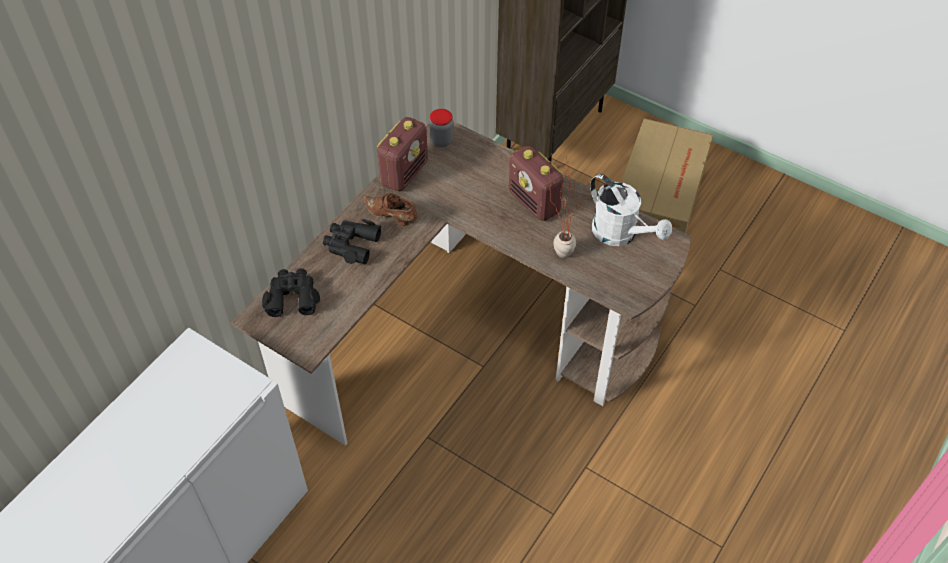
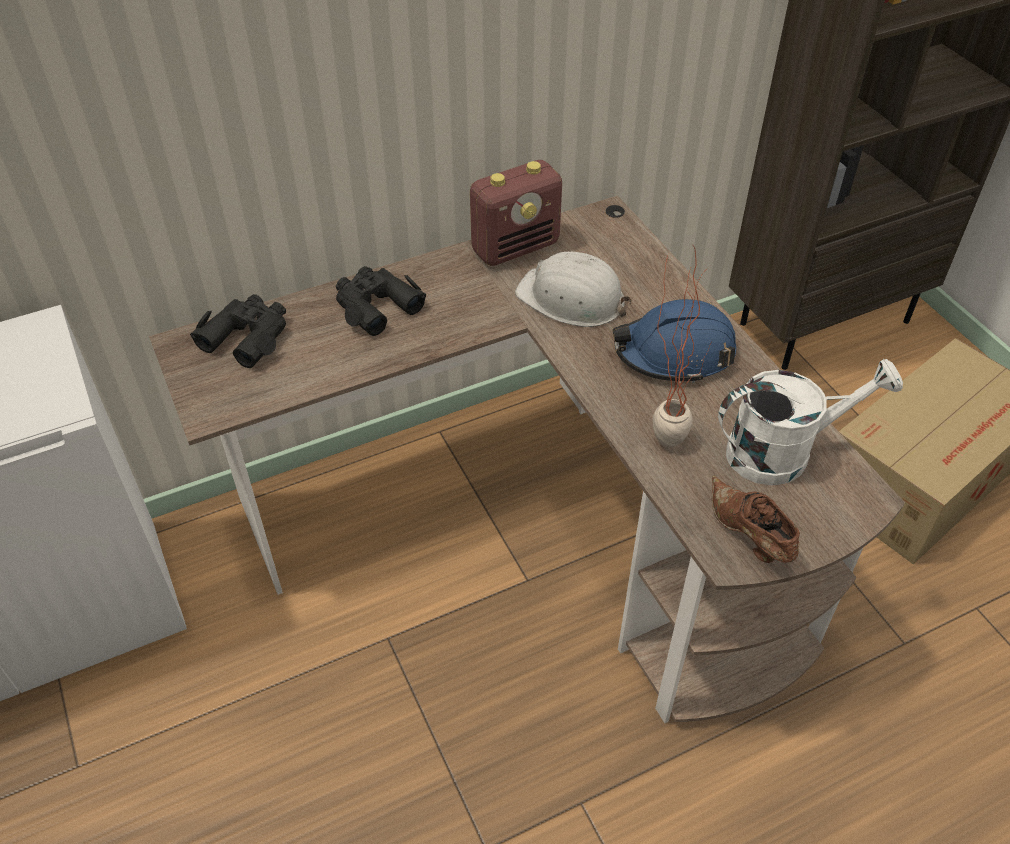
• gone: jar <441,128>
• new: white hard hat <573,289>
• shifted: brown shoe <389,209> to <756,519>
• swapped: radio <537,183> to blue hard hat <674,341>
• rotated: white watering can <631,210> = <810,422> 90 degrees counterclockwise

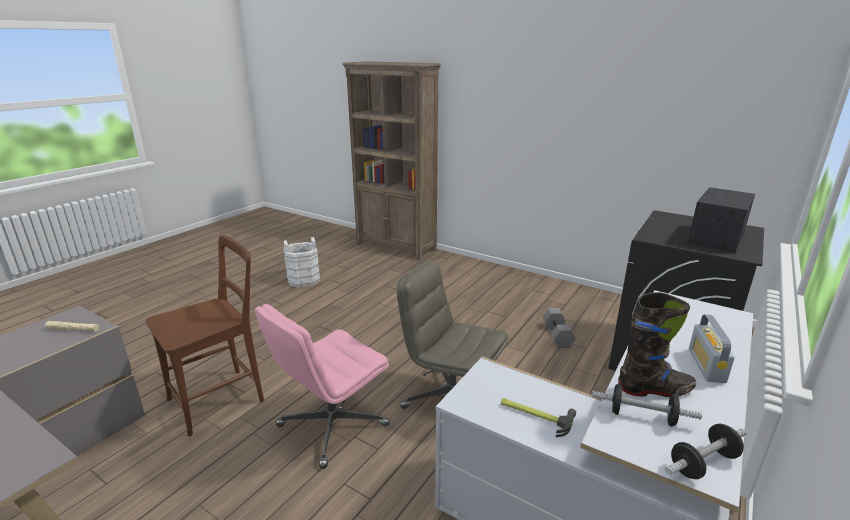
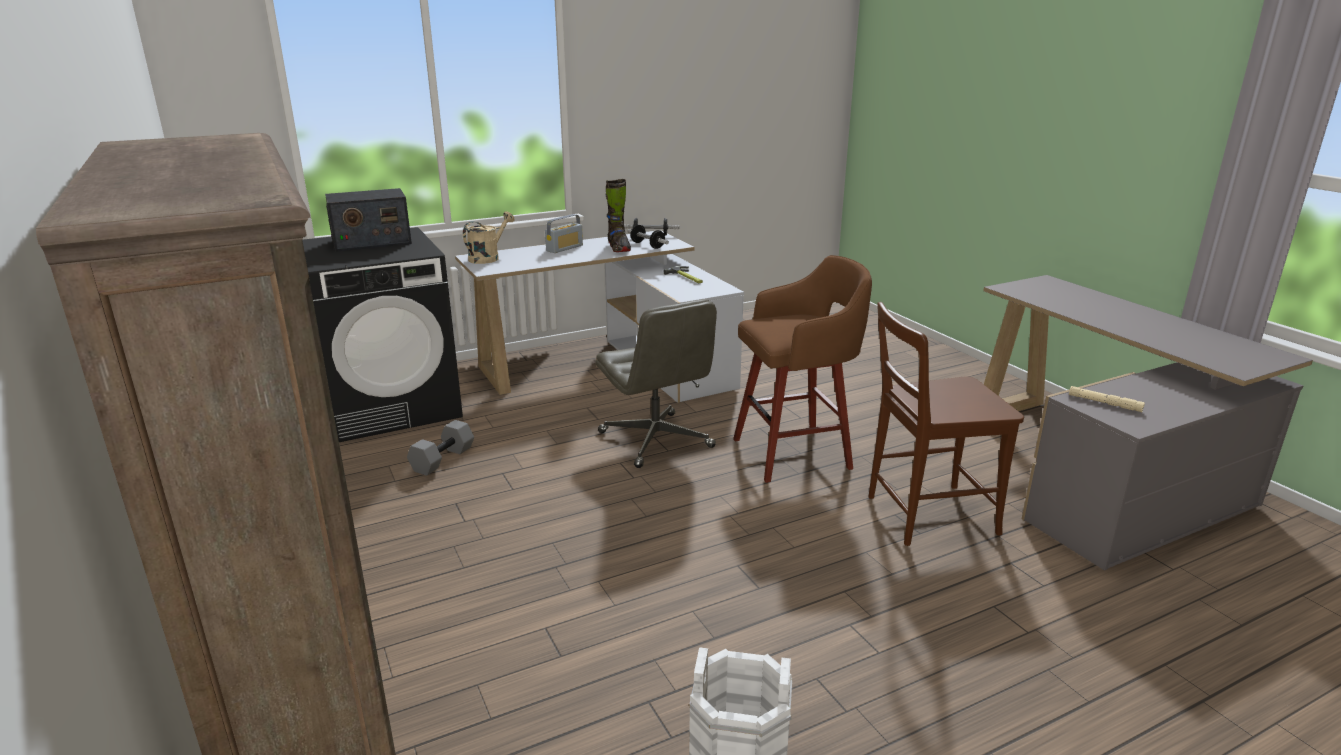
• new: beige watering can <488,237>
• swapped: pink office chair <322,386> to brown stool <802,369>
• rotated: black boot <657,344> = <618,215> 135 degrees counterclockwise

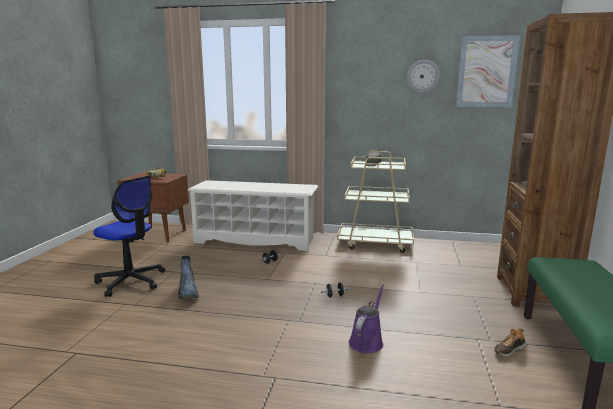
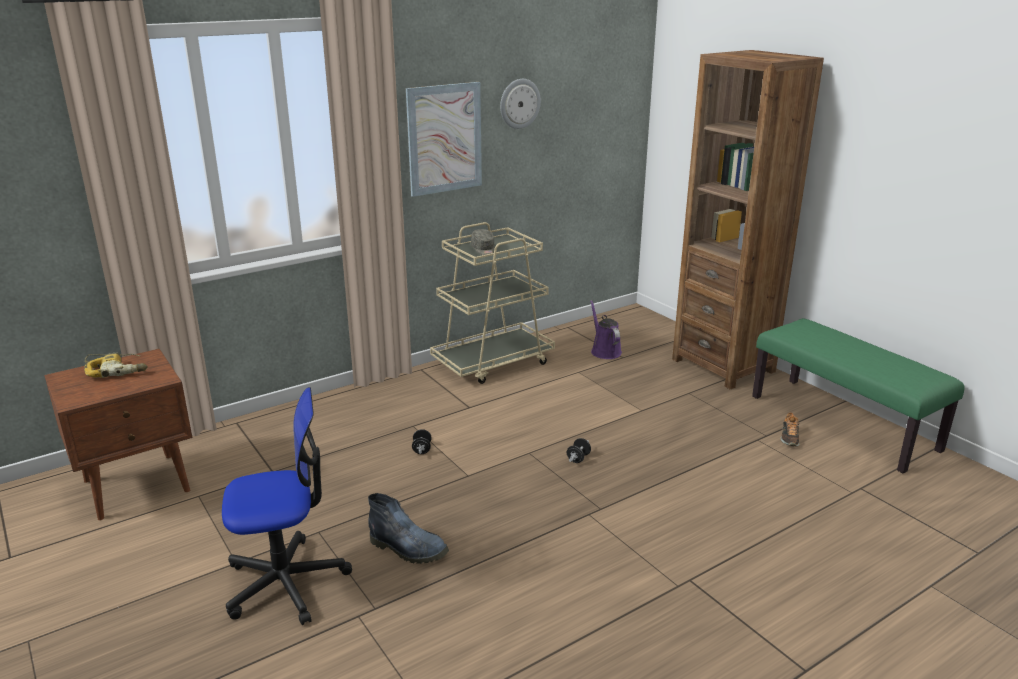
• gone: white shoe rack <253,215>
• shifted: purple watering can <366,318> to <606,329>
• shifted: picture <488,71> to <444,139>

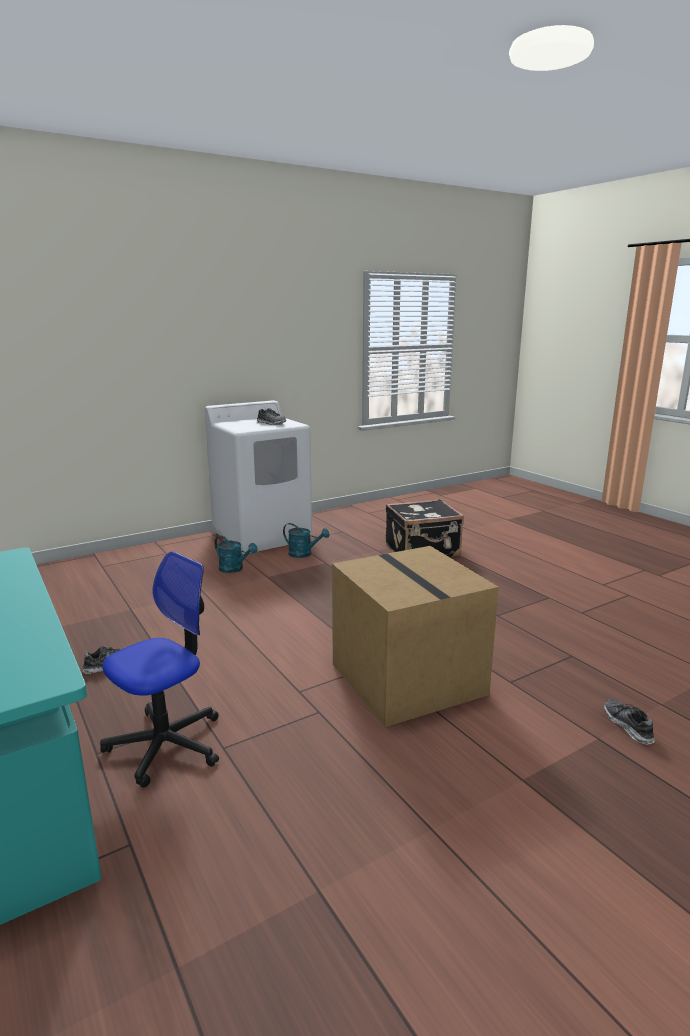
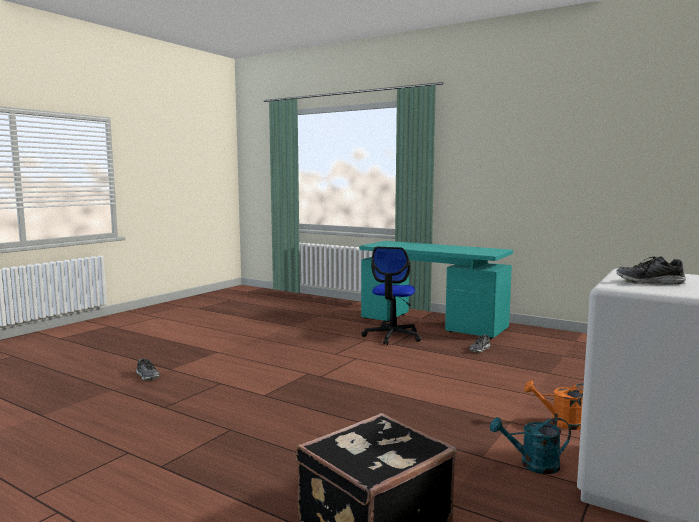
• gone: cardboard box <415,636>
• repainted: turquoise watering can <236,554> to orange watering can <554,405>

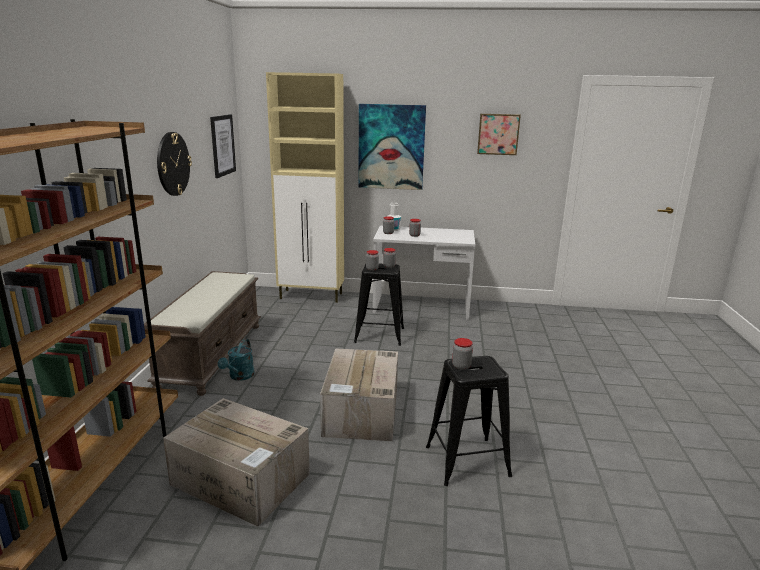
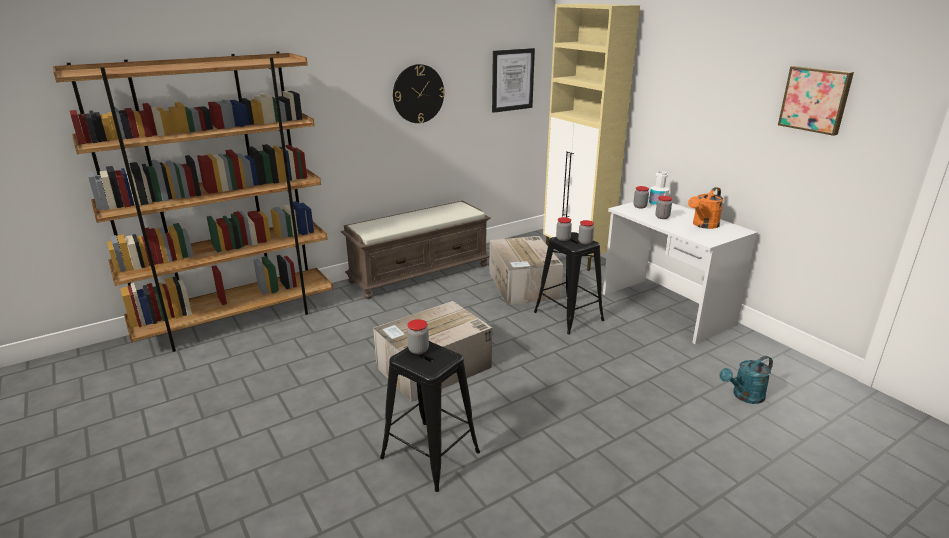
• gone: picture <392,147>
• new: orange watering can <706,208>
• shifted: cardboard box <236,462> to <526,270>
• shifted: turquoise watering can <236,360> to <746,380>

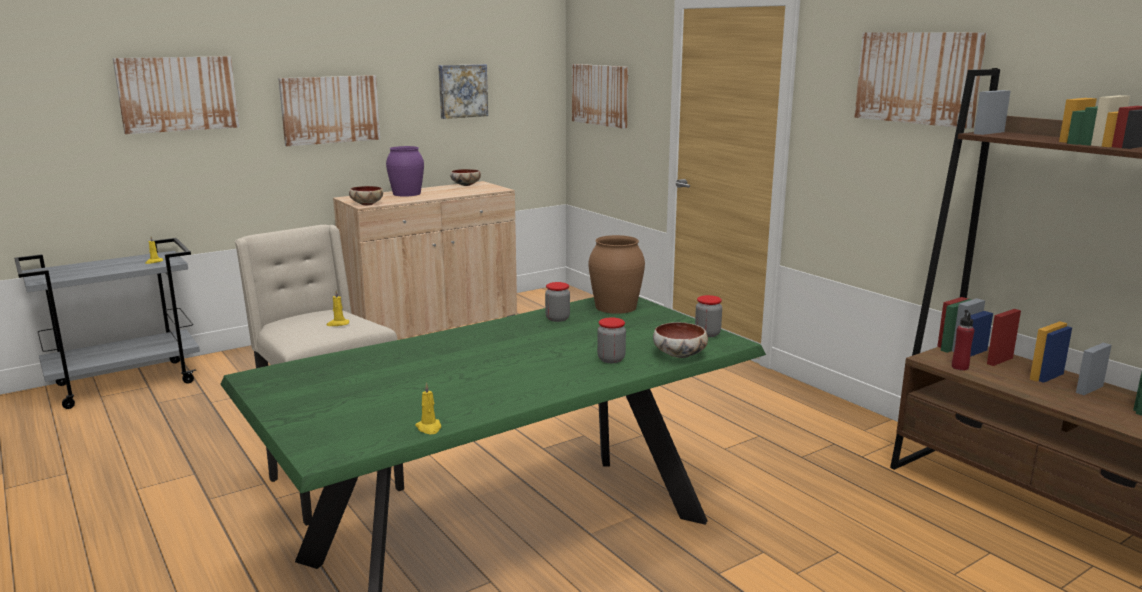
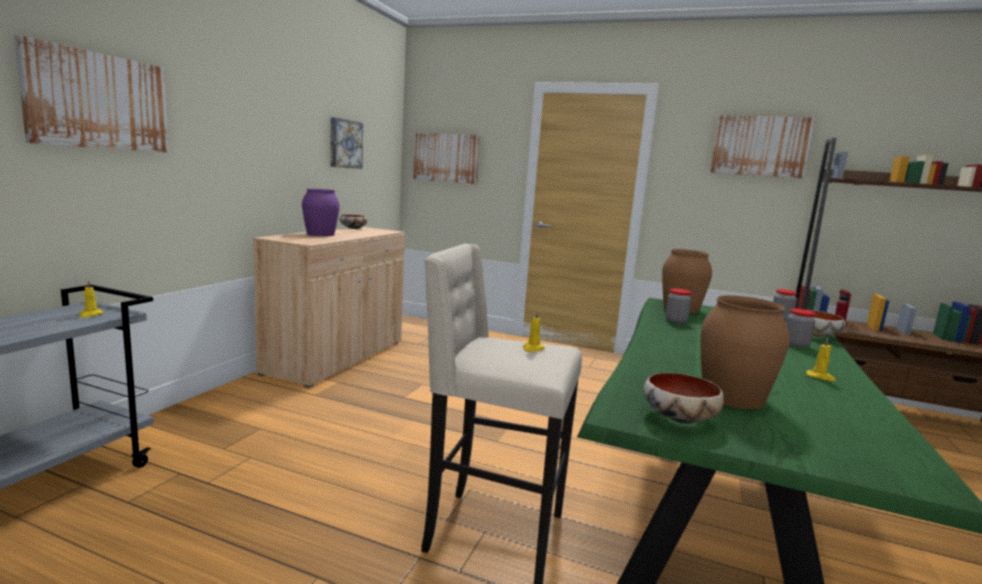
• gone: picture <329,110>
• new: brown vase <745,352>
• shifted: bowl <366,195> to <683,398>
• shifted: yellow candle <428,408> to <821,359>

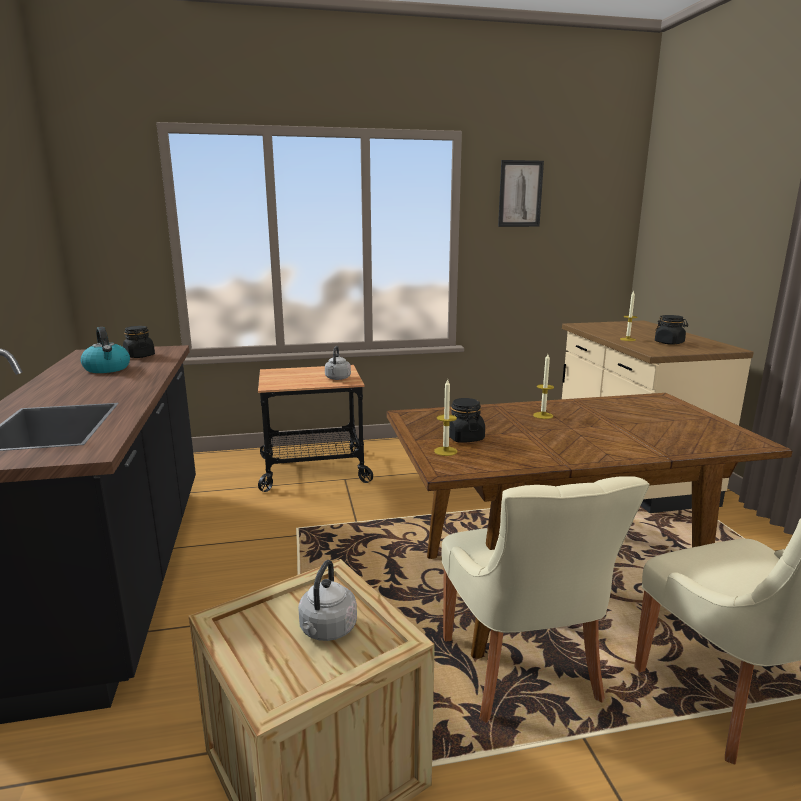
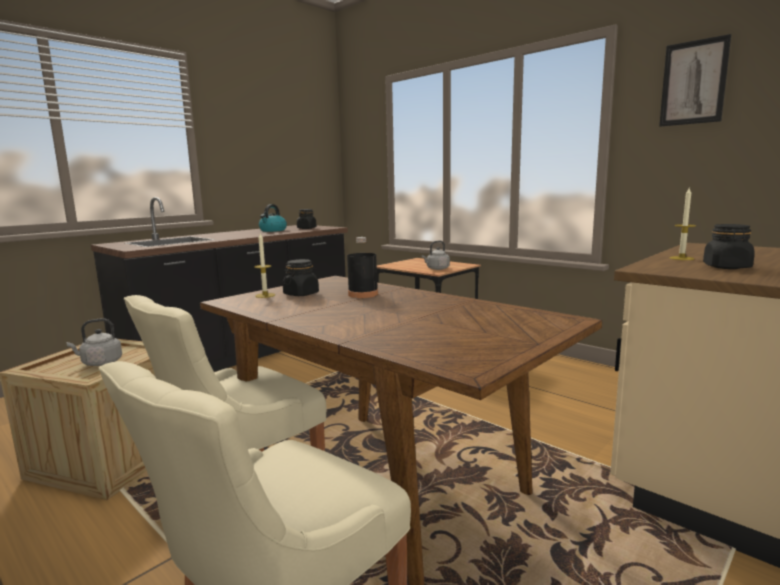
• gone: candle <543,386>
• new: black bottle <362,267>

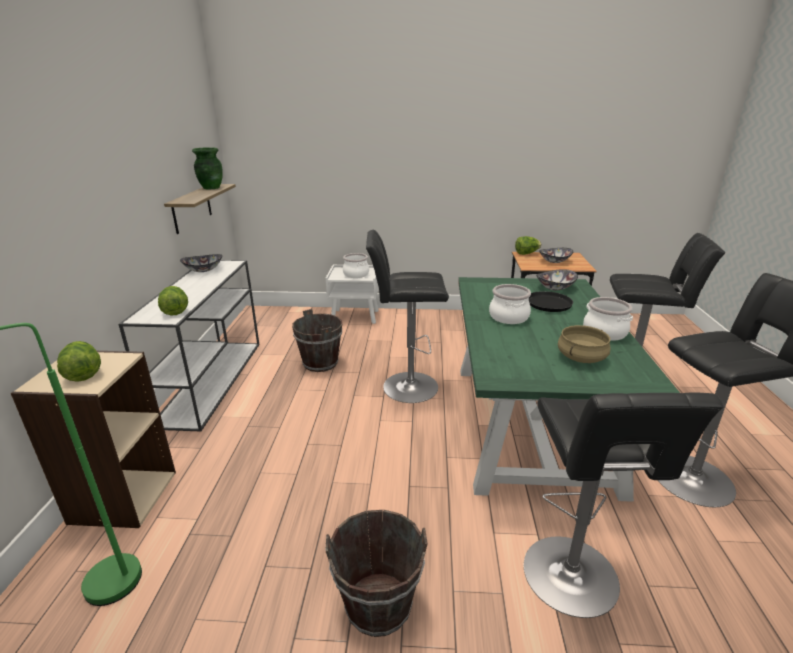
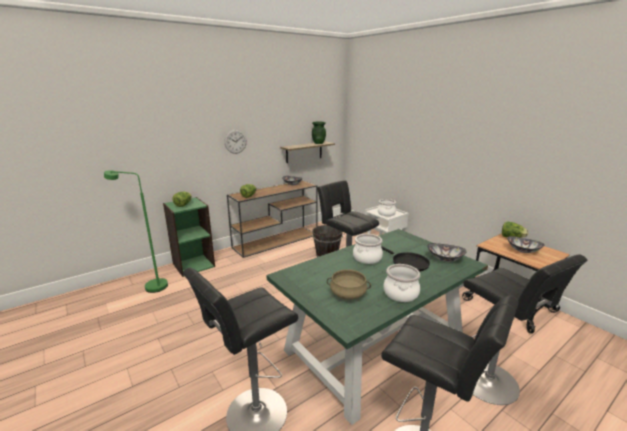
• gone: brown bucket <376,573>
• new: wall clock <235,142>
• repainted: beige bookcase <93,439> to green bookcase <189,237>
• repainted: white console table <188,345> to brown console table <272,219>

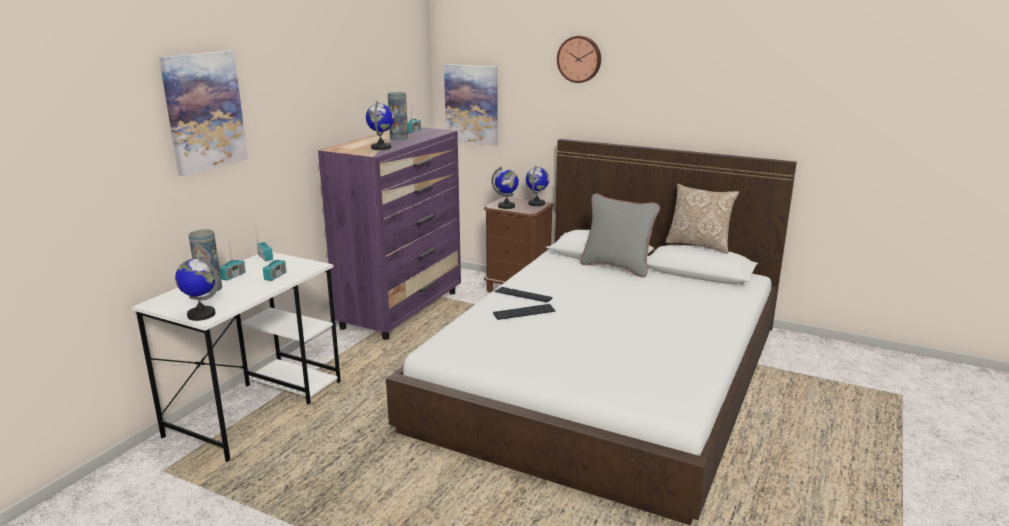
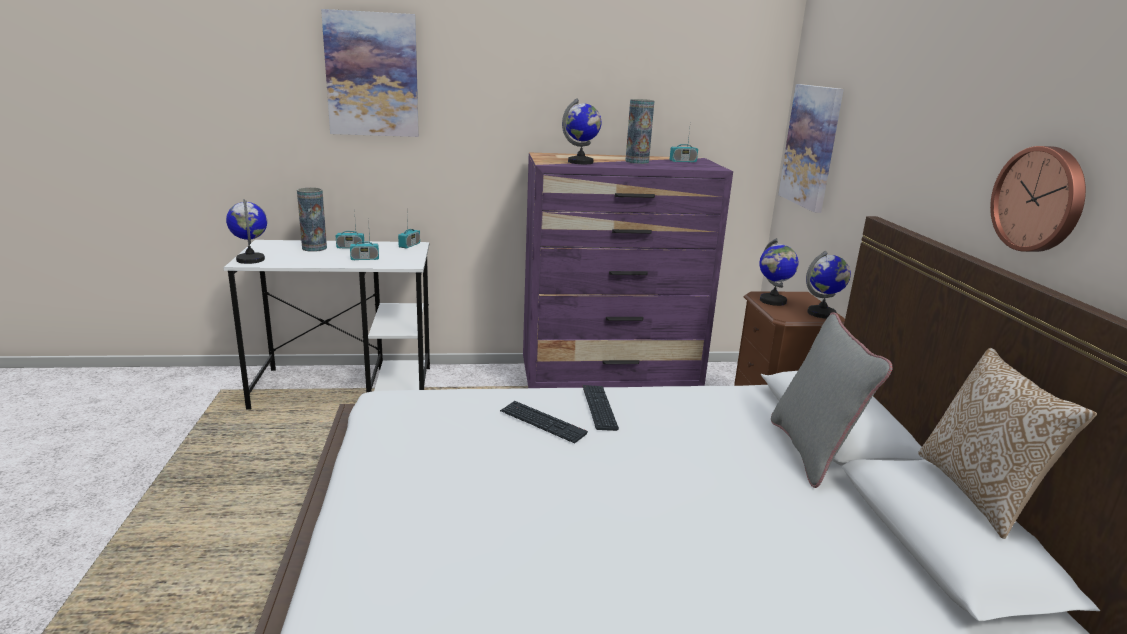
• shifted: wall clock <579,59> to <1038,199>

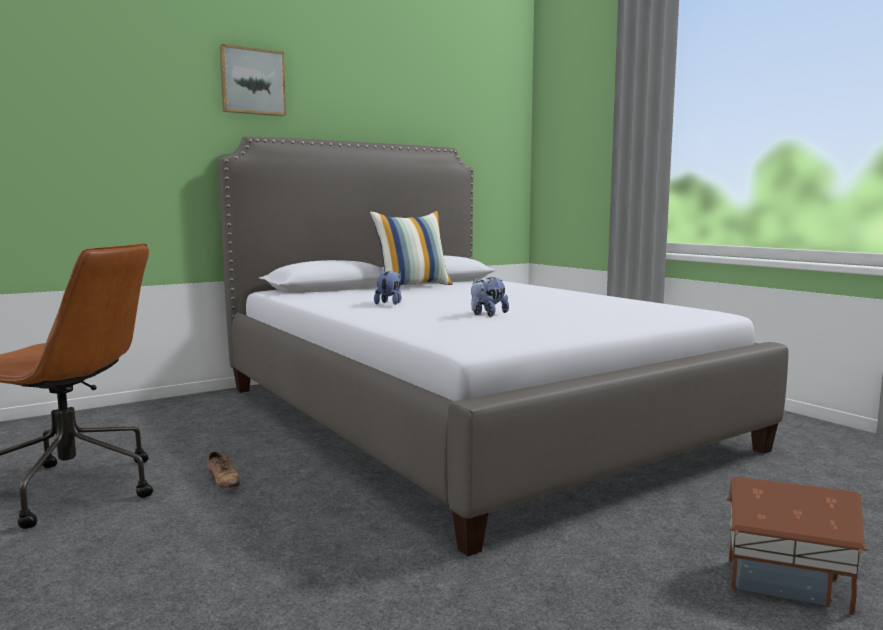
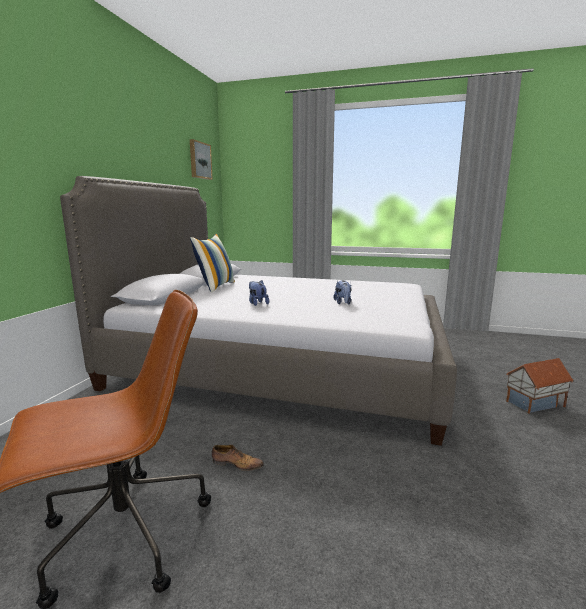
• shifted: picture <253,80> to <201,159>

